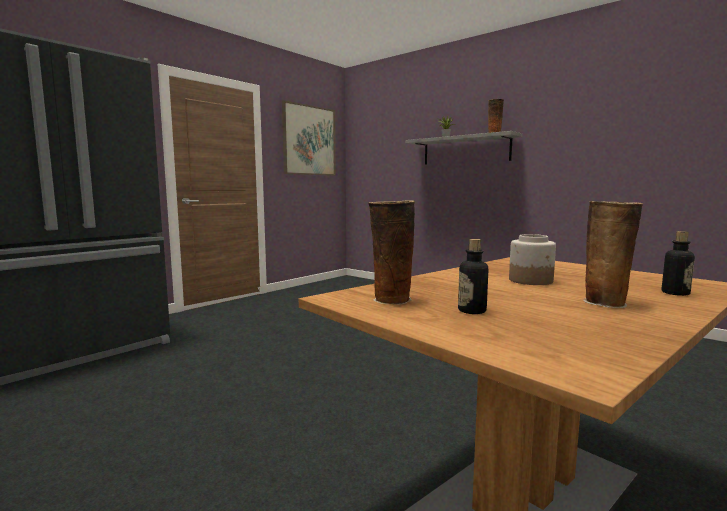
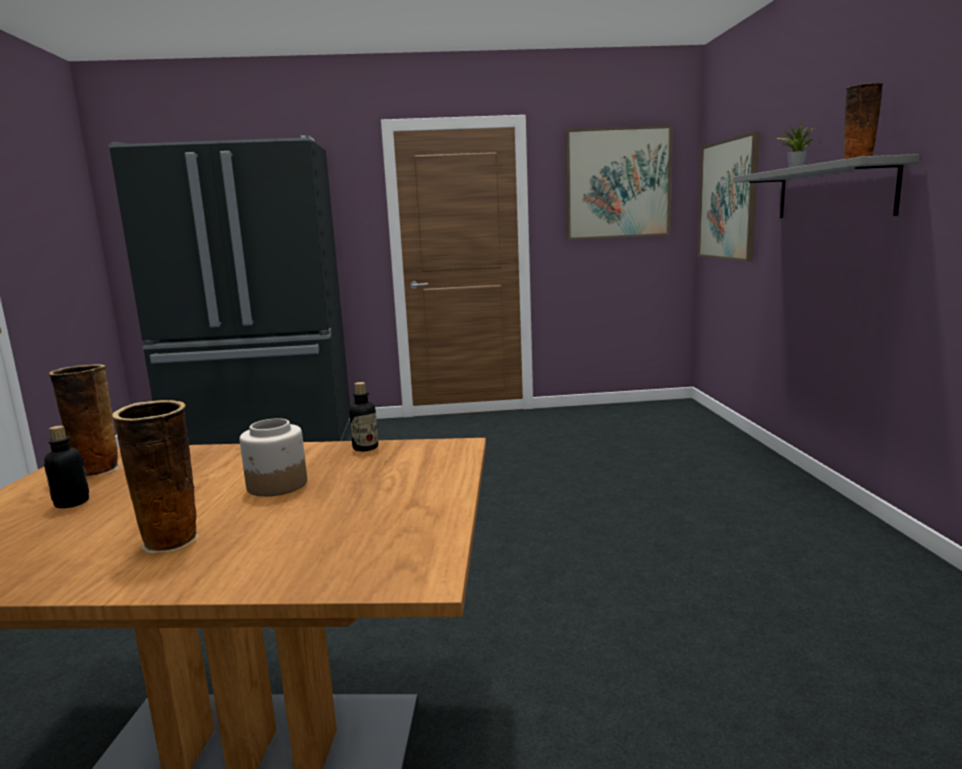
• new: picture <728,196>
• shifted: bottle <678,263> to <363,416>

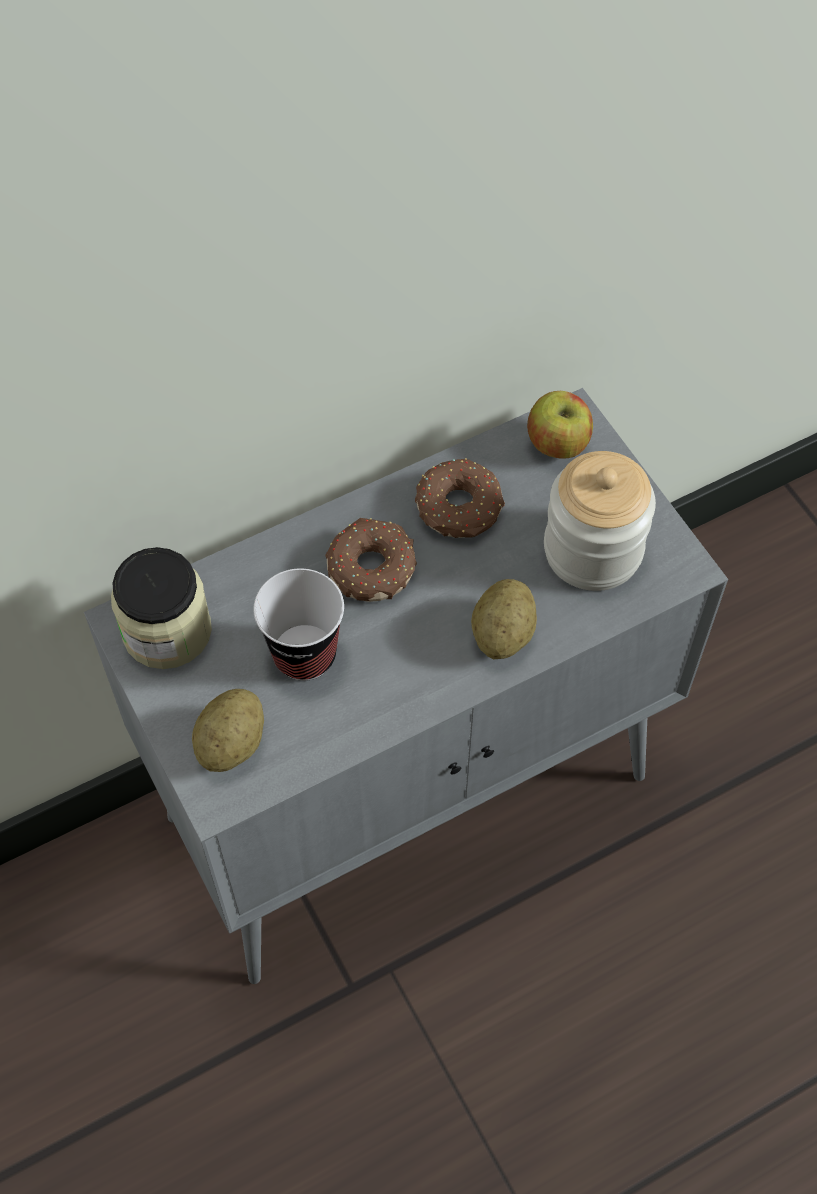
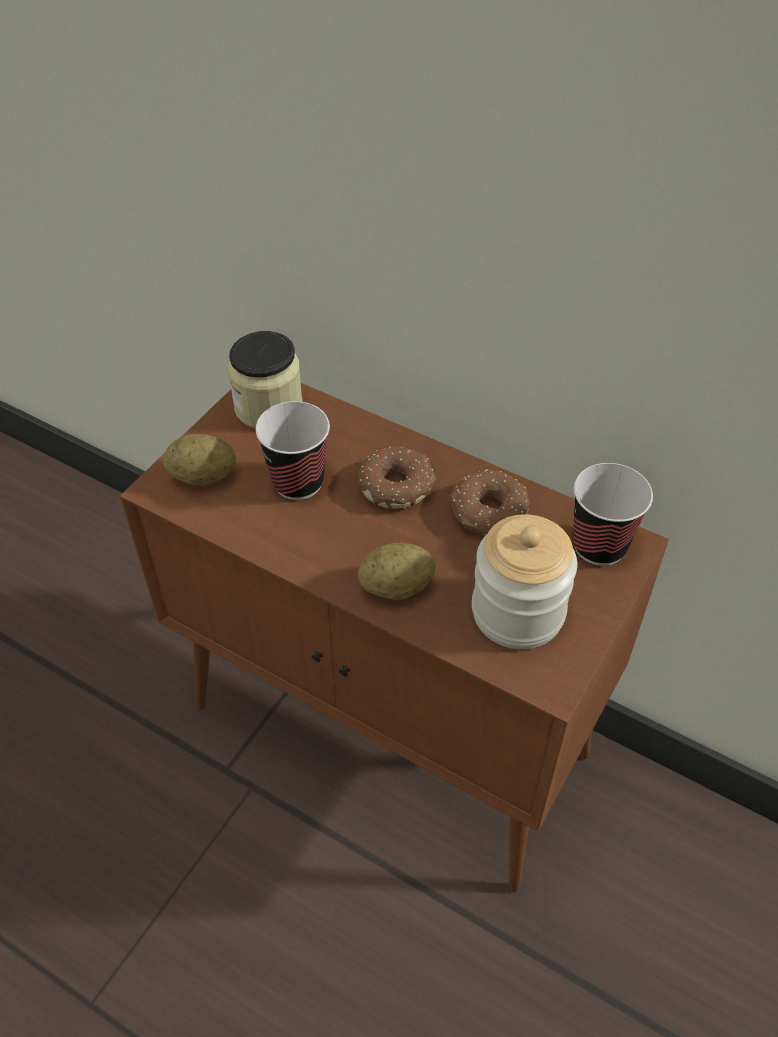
• swapped: apple <560,425> to cup <613,514>
• repainted: grey cabinet <406,686> to brown cabinet <394,637>

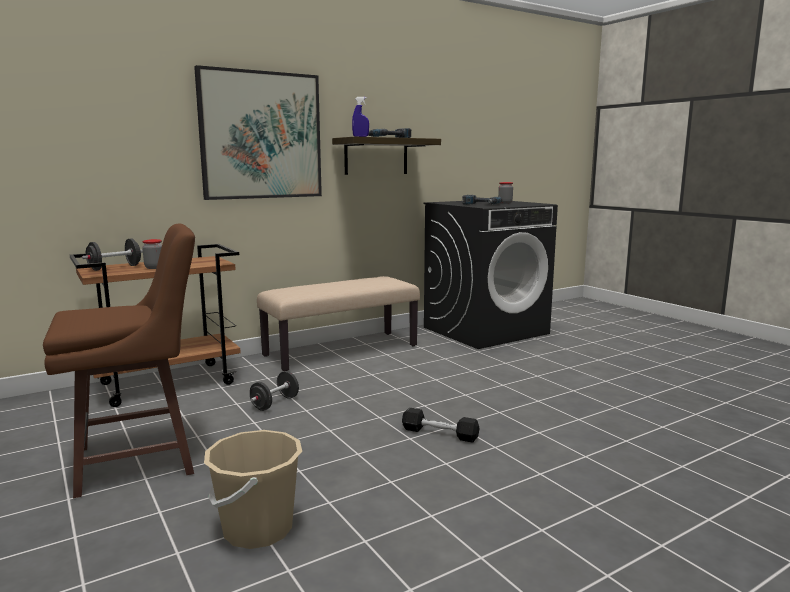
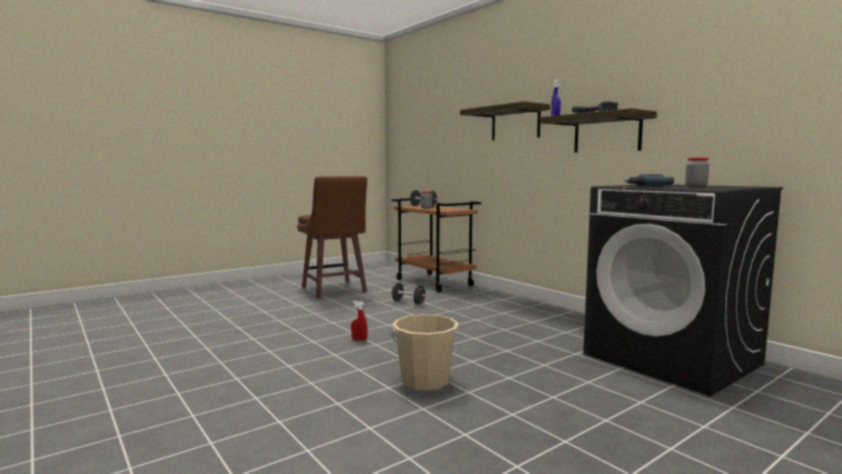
• gone: beige bench <338,323>
• shifted: beige bucket <253,489> to <425,352>
• swapped: picture <258,132> to shelf <505,120>
• swapped: black dumbbell <440,425> to red spray bottle <359,321>

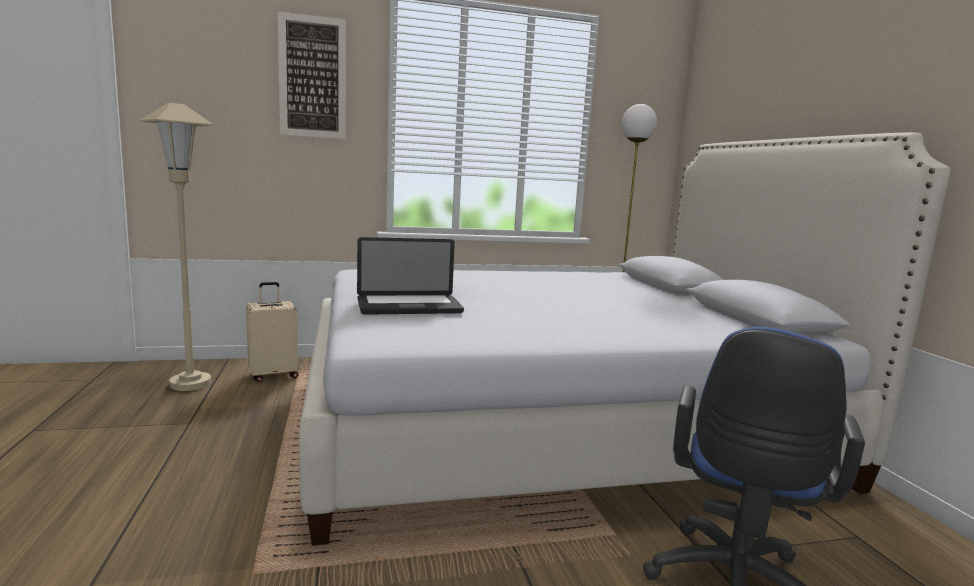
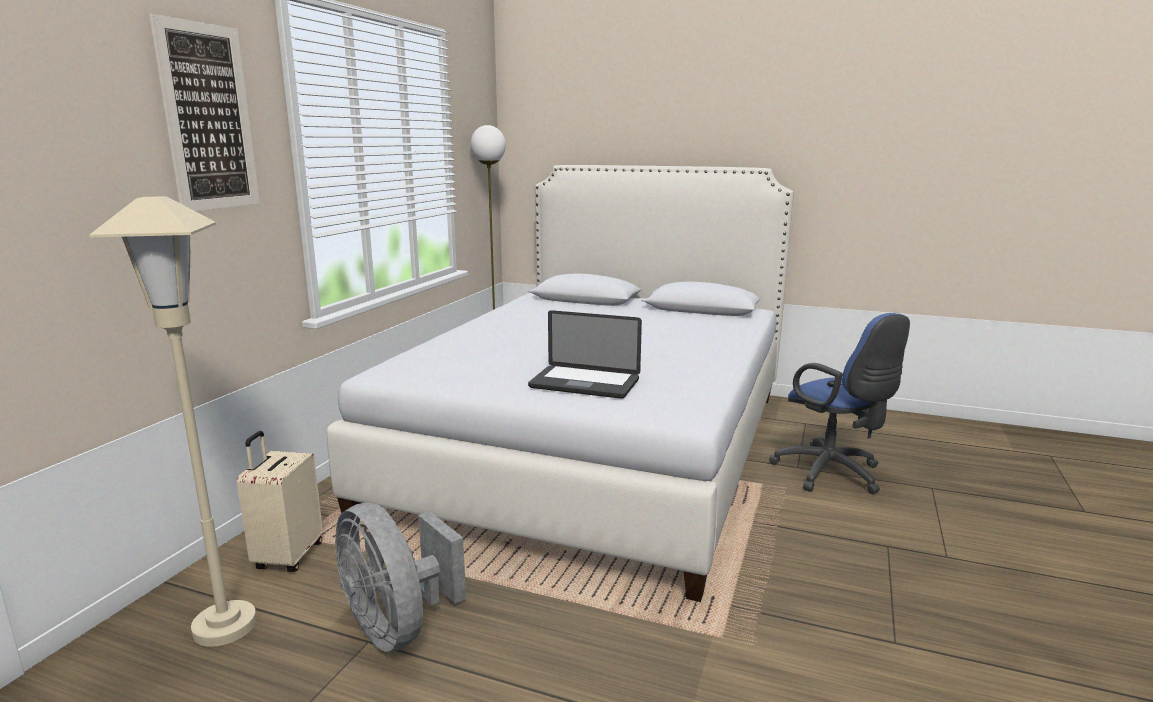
• new: grey fan <400,577>
• rotated: laptop <410,276> = <585,354> 90 degrees clockwise

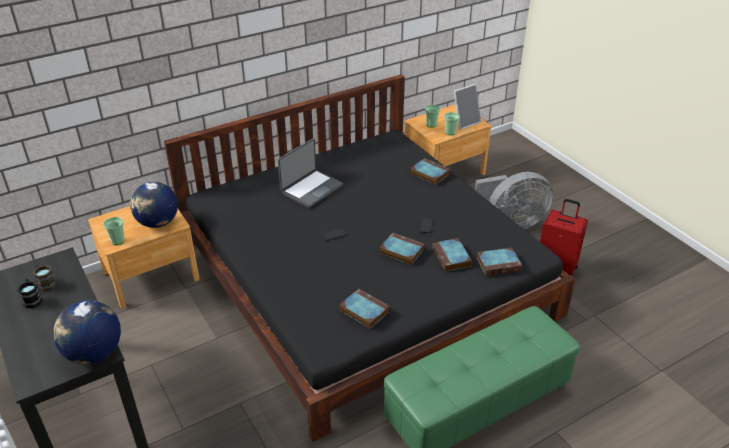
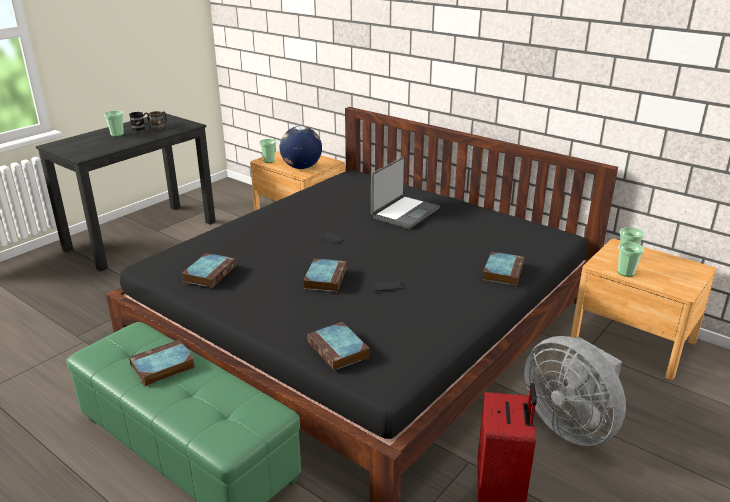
• gone: globe <87,332>
• gone: picture frame <467,107>
• new: cup <114,124>
• shifted: book <452,255> to <162,363>
• rotated: laptop <310,173> = <405,193> 75 degrees counterclockwise

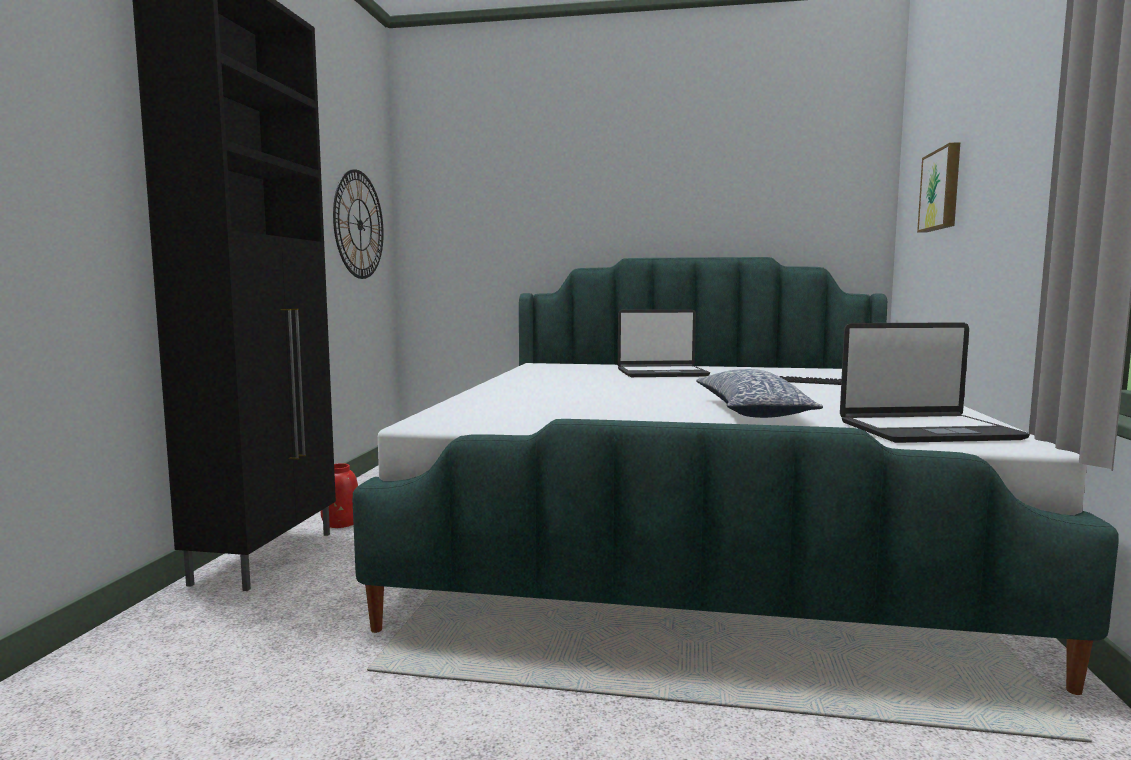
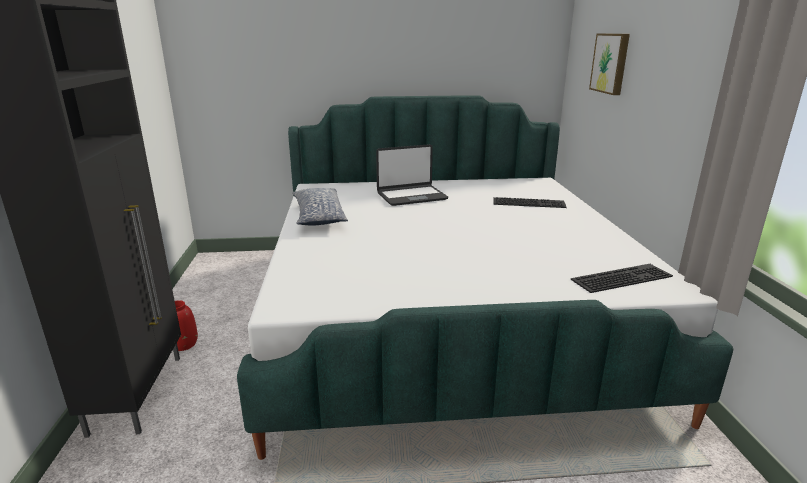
• gone: wall clock <358,224>
• shifted: pillow <759,393> to <320,207>
• swapped: laptop <935,382> to keyboard <622,278>

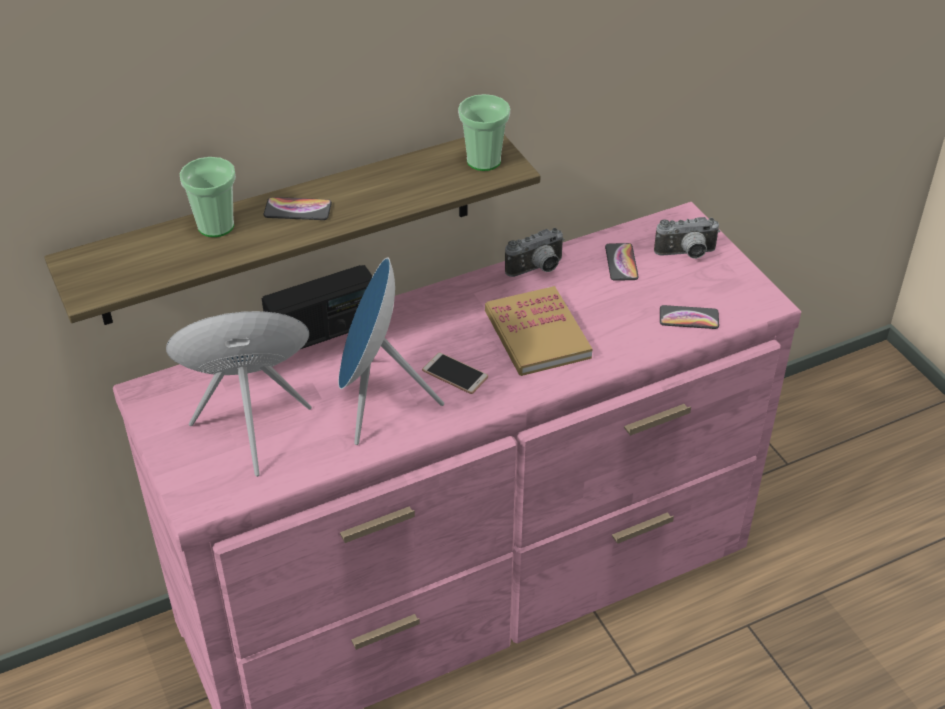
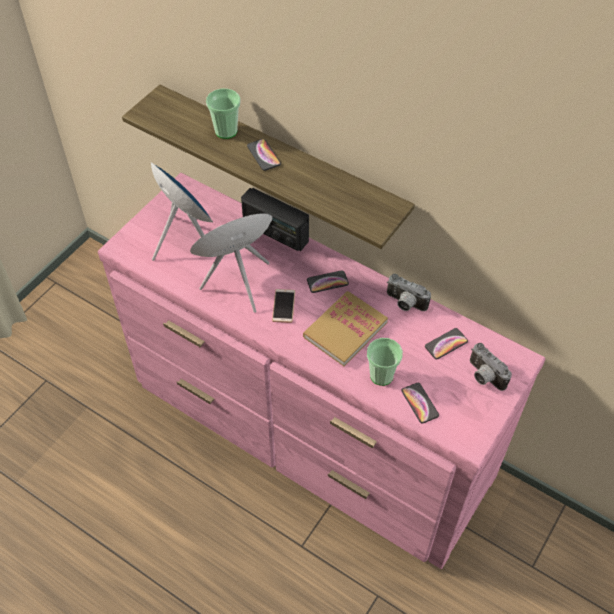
• new: phone <328,281>
• shifted: cup <484,132> to <385,362>

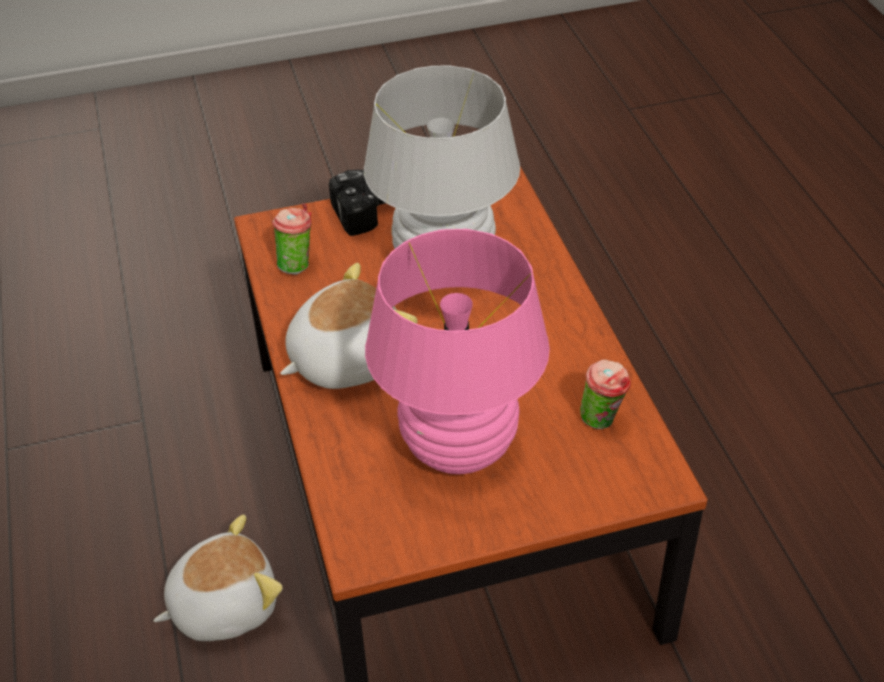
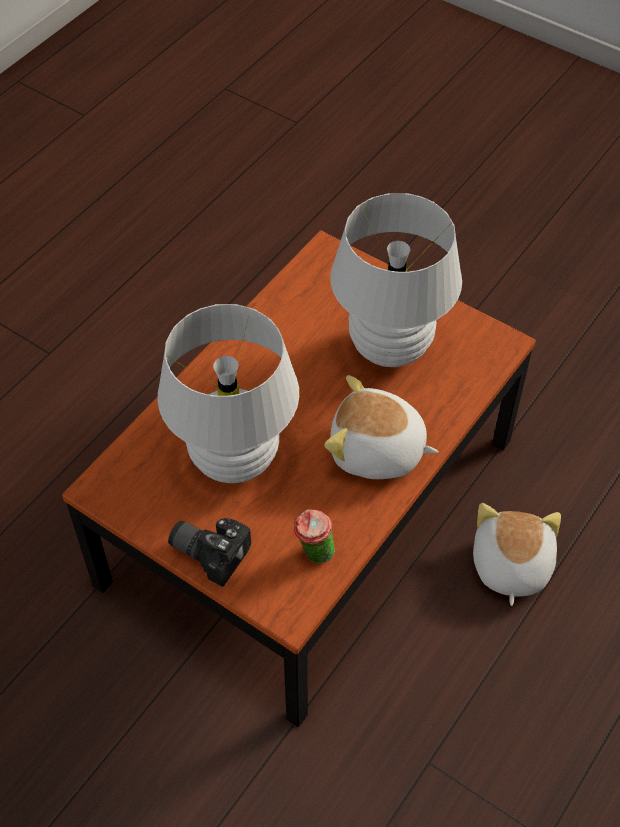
• gone: cup <605,394>
• repainted: pink table lamp <457,351> to white table lamp <396,280>
• rotated: plush toy <218,577> = <517,554> 75 degrees clockwise

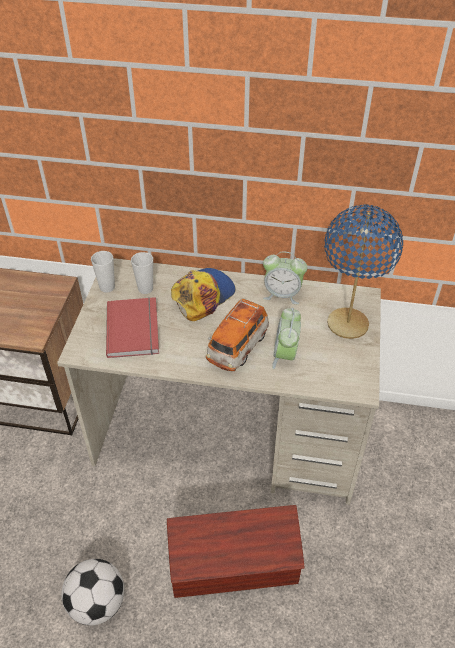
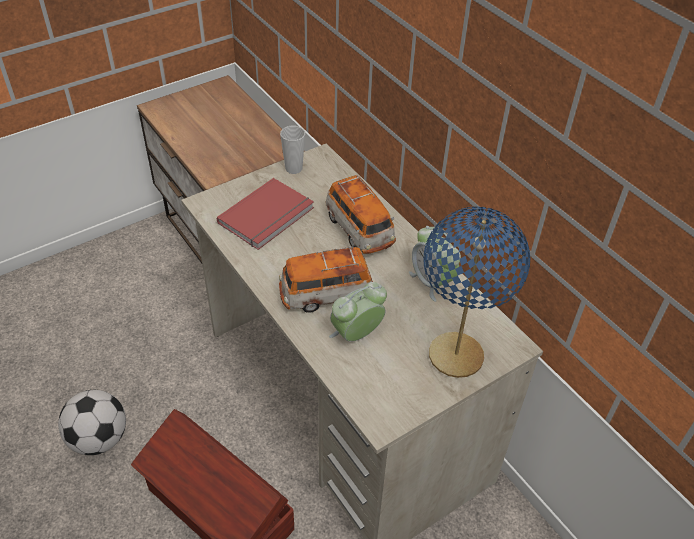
• gone: cup <142,273>
• swapped: cap <203,294> to toy car <361,214>

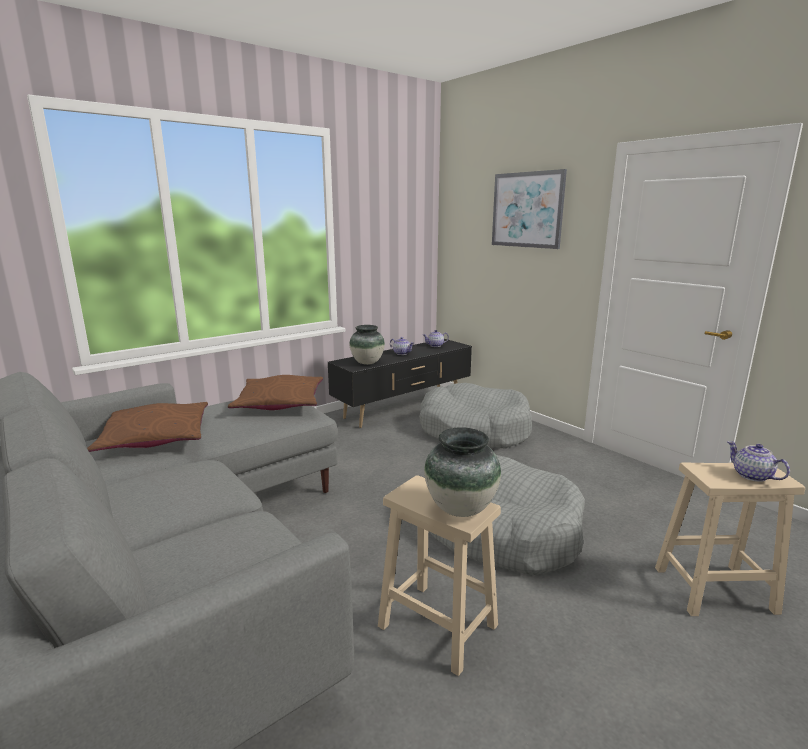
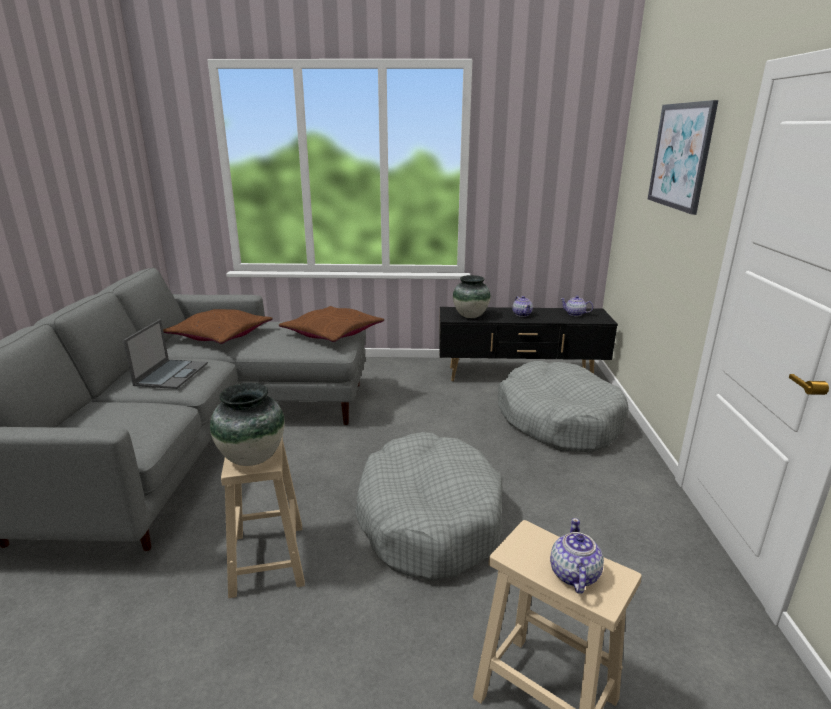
• new: laptop <165,354>

